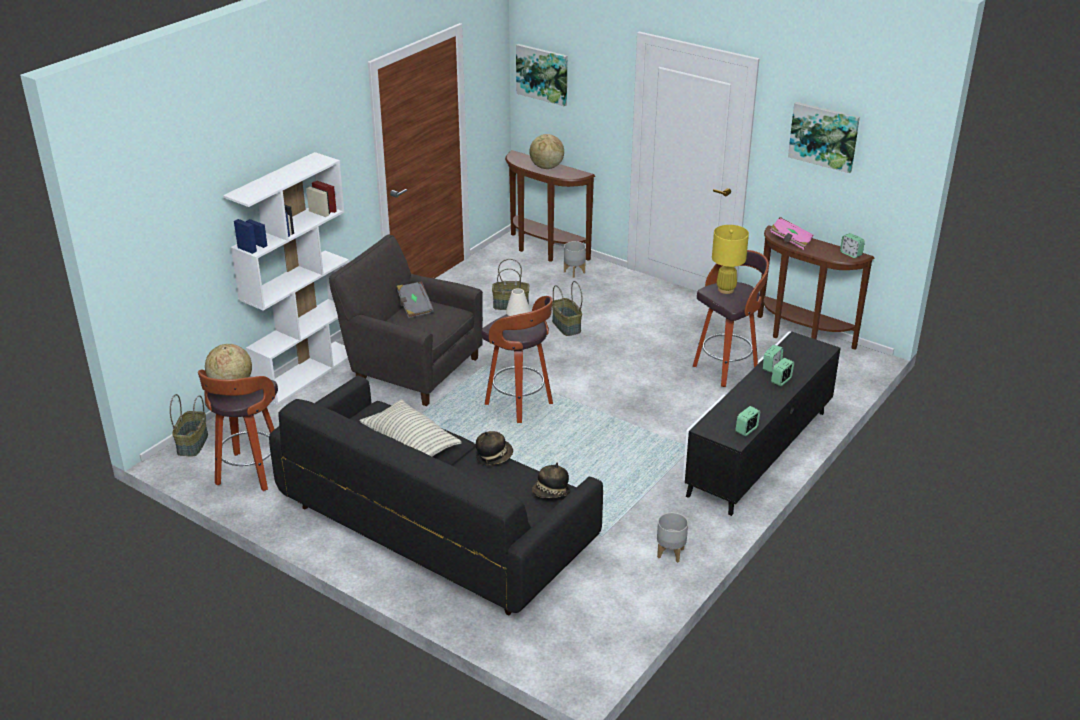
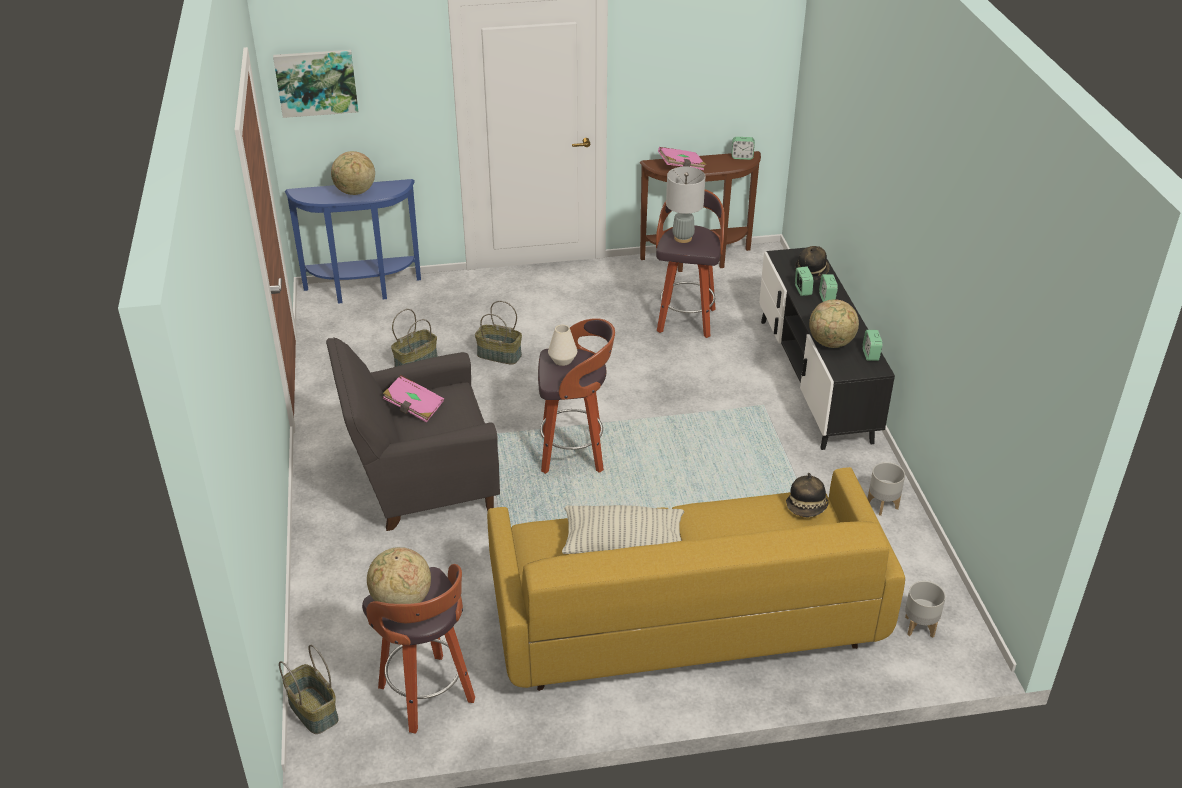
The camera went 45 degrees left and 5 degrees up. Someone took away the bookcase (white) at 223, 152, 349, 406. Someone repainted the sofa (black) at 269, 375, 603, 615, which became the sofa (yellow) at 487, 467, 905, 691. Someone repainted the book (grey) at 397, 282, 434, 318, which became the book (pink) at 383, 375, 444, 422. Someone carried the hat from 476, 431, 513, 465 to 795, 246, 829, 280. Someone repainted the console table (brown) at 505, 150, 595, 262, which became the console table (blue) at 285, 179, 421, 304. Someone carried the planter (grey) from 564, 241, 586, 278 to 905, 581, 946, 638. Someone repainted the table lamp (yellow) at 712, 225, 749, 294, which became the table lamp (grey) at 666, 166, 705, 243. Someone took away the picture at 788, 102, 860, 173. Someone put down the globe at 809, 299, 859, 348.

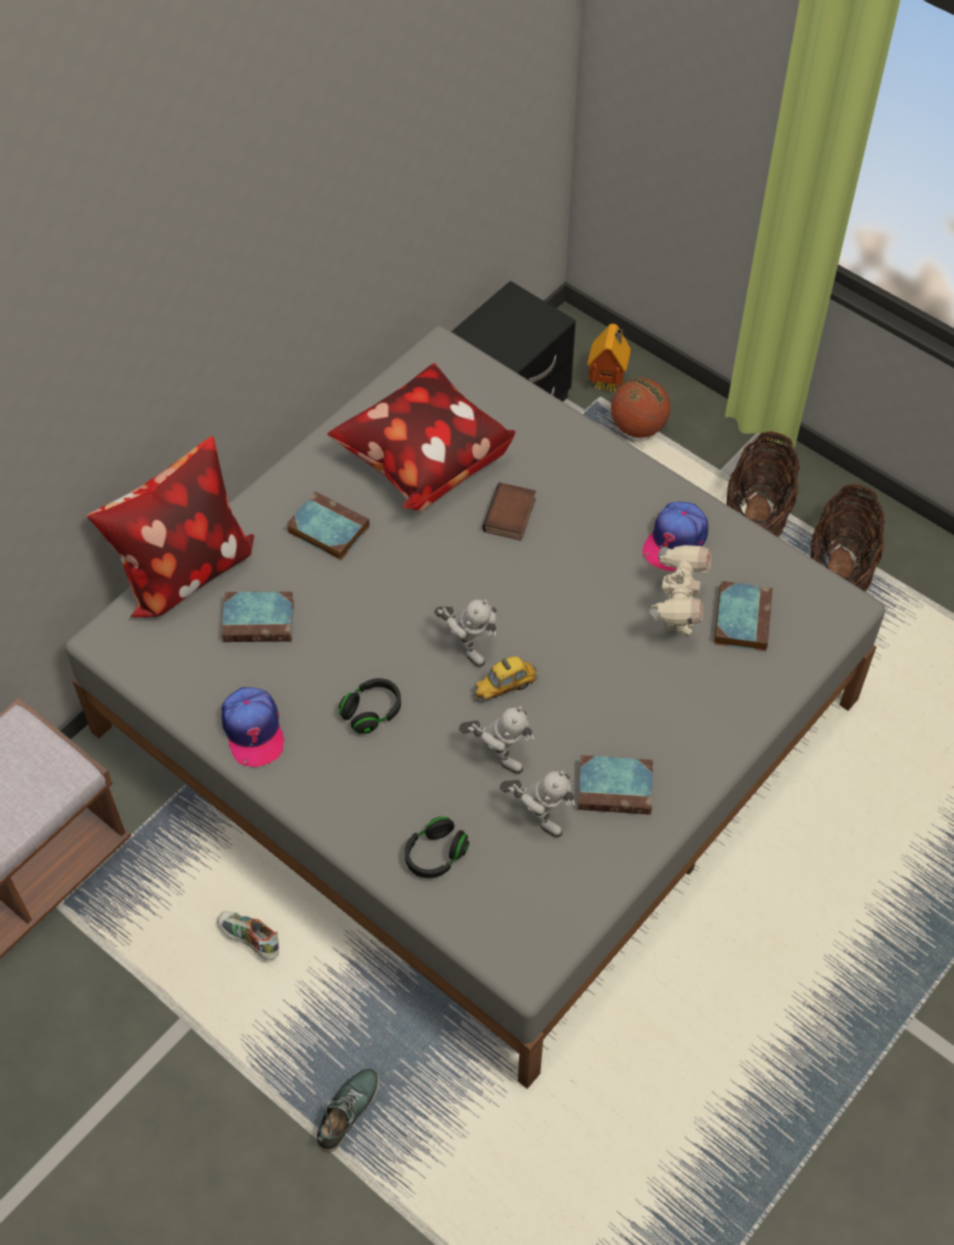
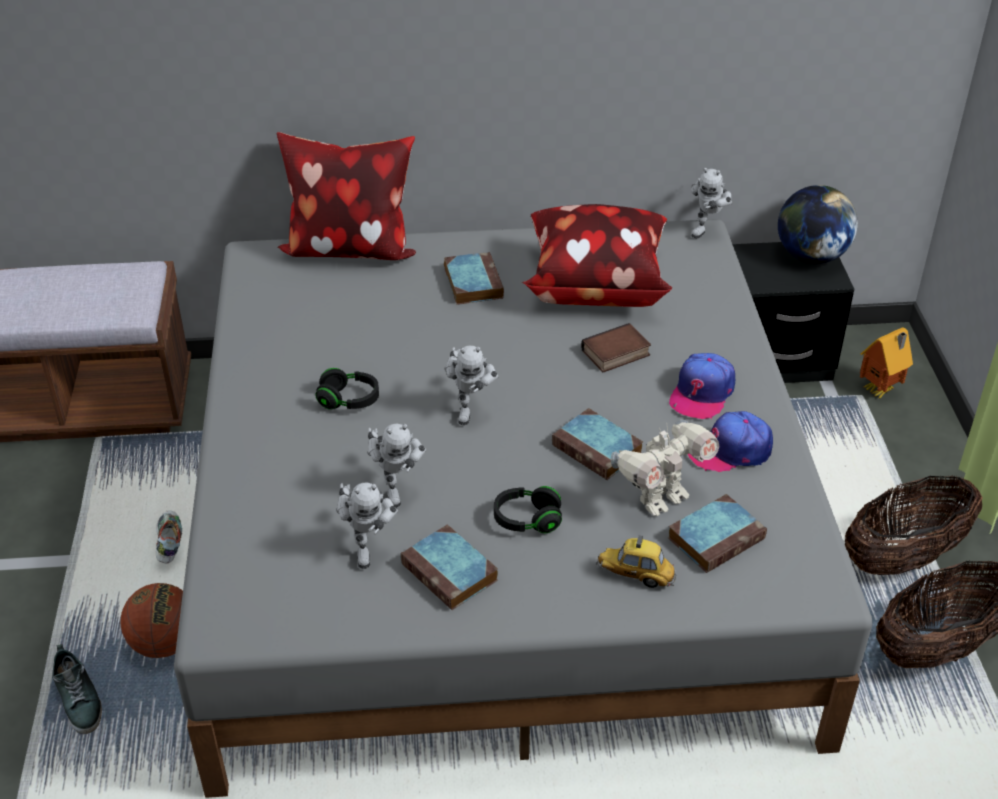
The camera went 45 degrees right and 15 degrees down. Someone carried the book from 222, 591, 294, 642 to 552, 408, 643, 480. Someone carried the cap from 222, 687, 284, 767 to 669, 353, 735, 419. Someone rotated the shoe at 317, 1069, 380, 1152 by 75 degrees clockwise. Someone carried the headphones (black) from 405, 817, 469, 878 to 494, 486, 562, 533. Someone carried the toy car from 473, 656, 539, 701 to 596, 535, 676, 588. Someone carried the basketball from 611, 378, 670, 438 to 120, 583, 183, 658. Someone put down the toy robot at 691, 168, 732, 238. Someone put down the globe at 778, 185, 858, 264.

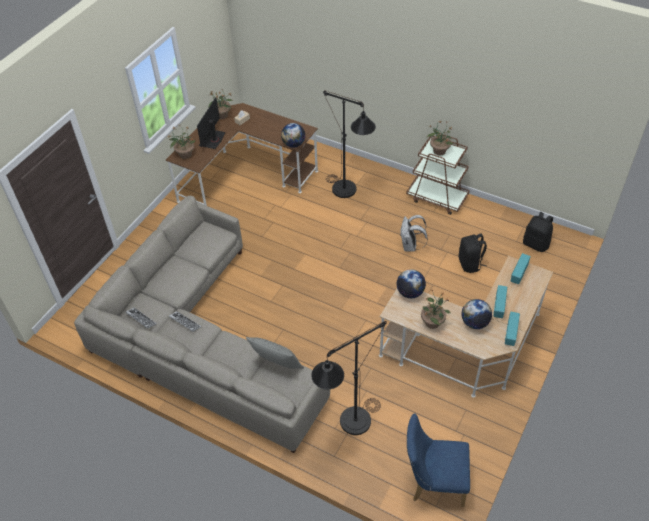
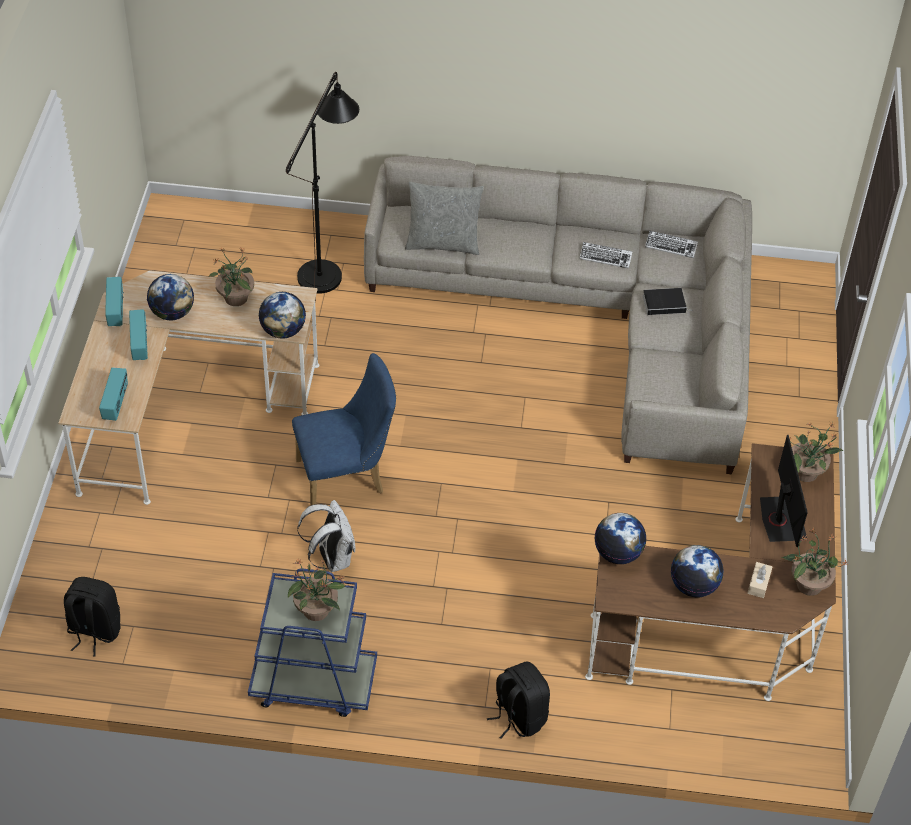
The camera went 155 degrees right and 0 degrees up. Someone took away the floor lamp (black) at 323, 90, 376, 198. Someone repainted the cart (brown) at 406, 135, 470, 215, which became the cart (blue) at 248, 568, 377, 717. Someone carried the chair (blue) from 407, 413, 470, 507 to 292, 353, 396, 506. Someone carried the backpack (black) from 459, 234, 487, 273 to 487, 661, 550, 739. Someone put down the book at 643, 288, 690, 315. Someone put down the globe at 671, 545, 724, 597.

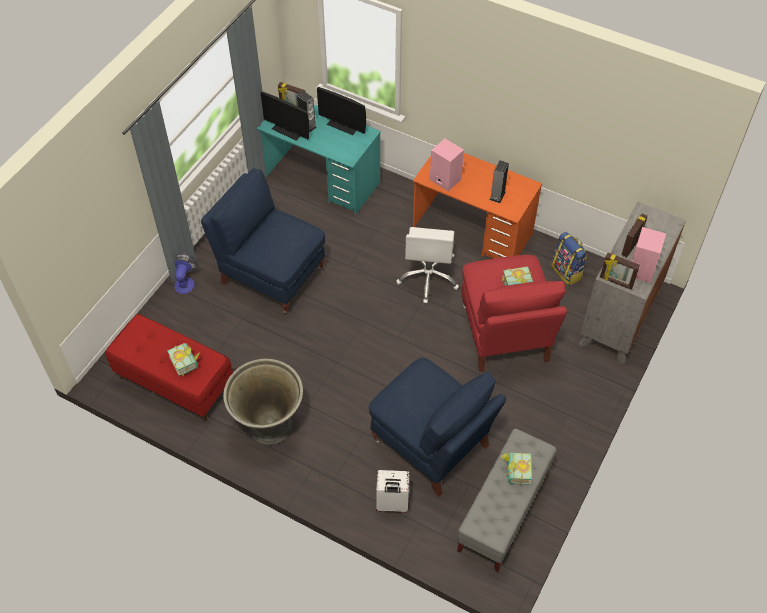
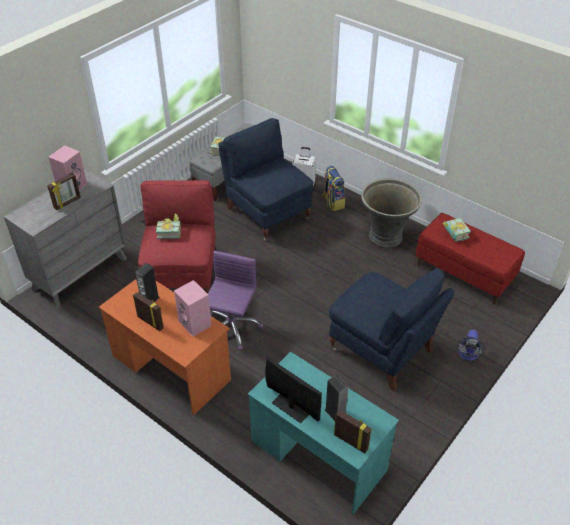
The camera went 170 degrees left and 10 degrees down. Someone took away the monitor at 261, 91, 309, 141. Someone repainted the office chair (white) at 396, 227, 459, 303, which became the office chair (purple) at 208, 251, 263, 350. Someone carried the backpack from 551, 232, 587, 286 to 322, 166, 345, 211. Someone carried the picture frame from 600, 253, 640, 289 to 133, 292, 164, 331.

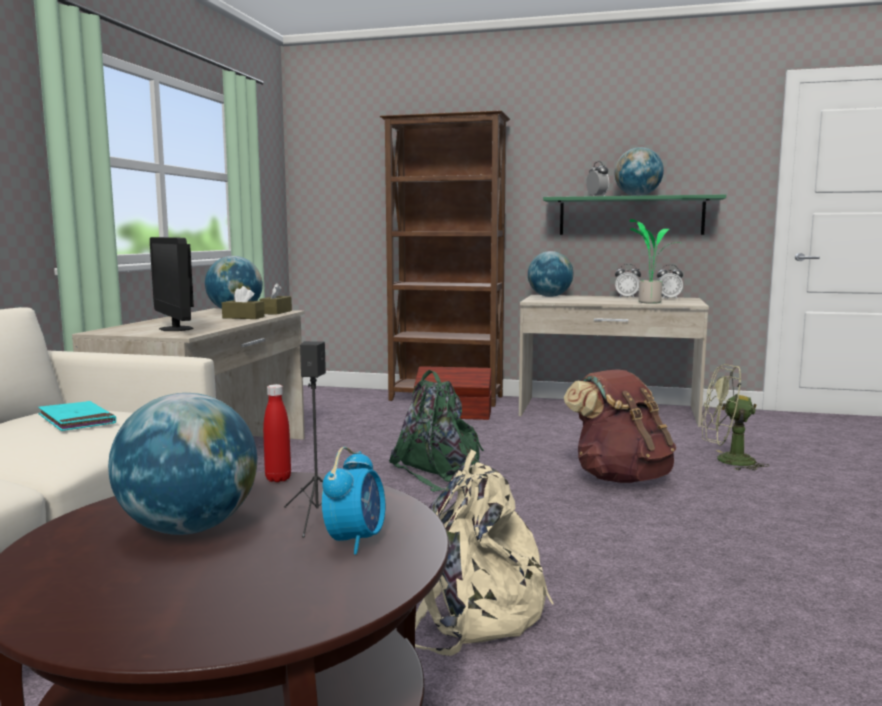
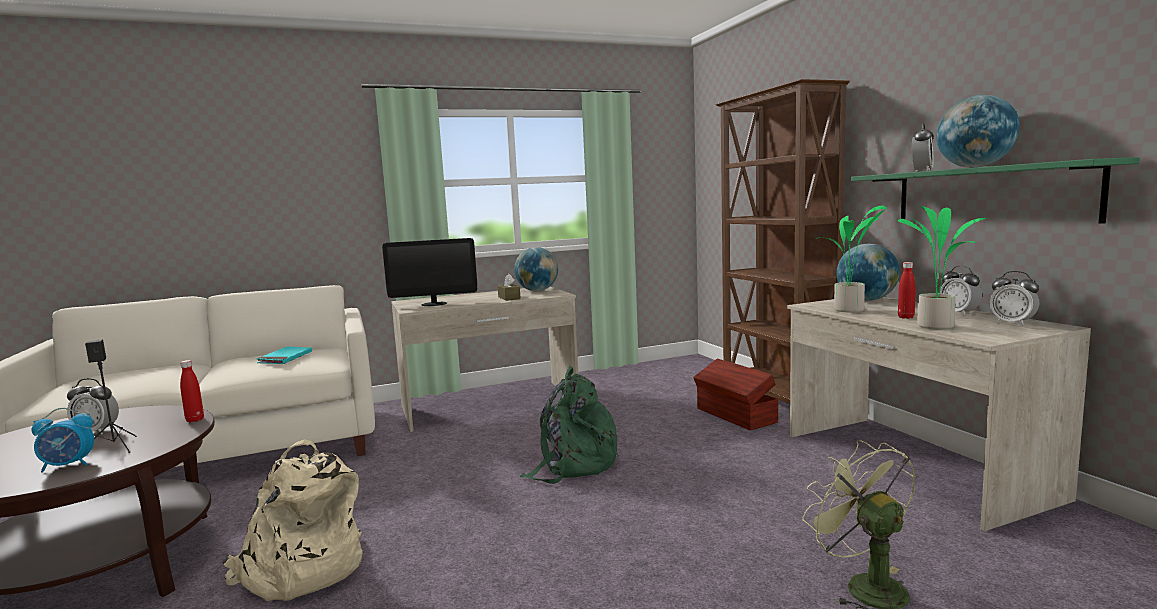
The camera went 55 degrees right and 0 degrees up. Someone swapped the globe at 108, 393, 257, 535 for the alarm clock at 67, 378, 119, 434. Someone rotated the monitor at 150, 237, 194, 331 by 120 degrees counterclockwise. Someone took away the tissue box (brown) at 259, 283, 292, 315. Someone took away the backpack (brown) at 564, 369, 676, 483. Someone put down the potted plant at 816, 206, 887, 313. Someone put down the bottle (red) at 898, 262, 915, 319.

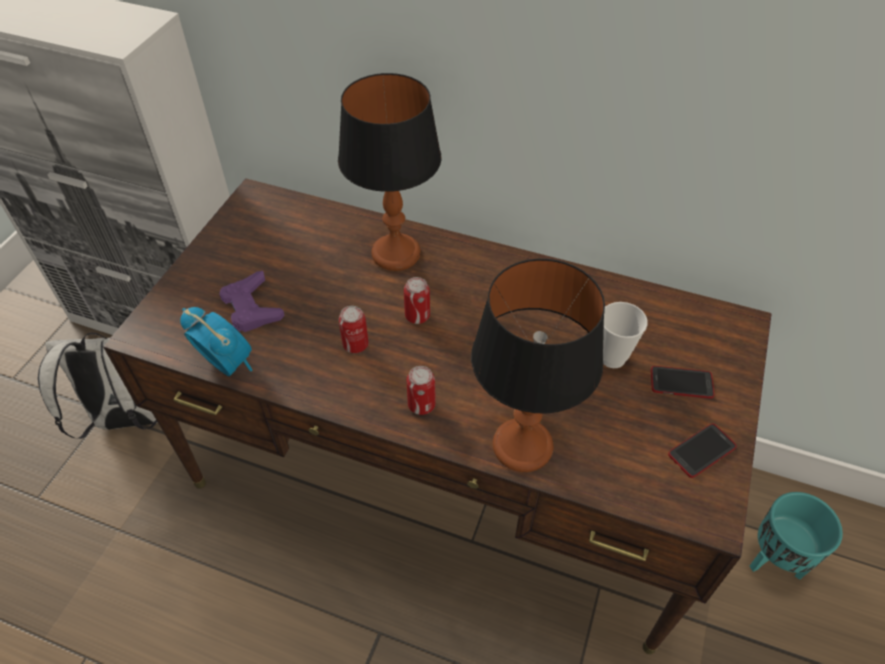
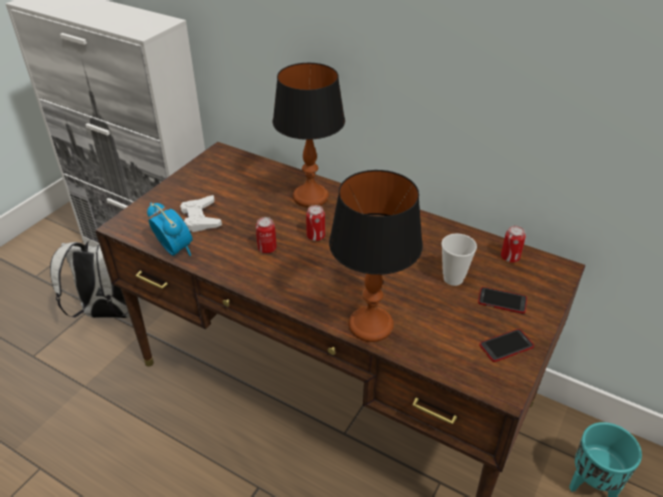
The camera went 10 degrees right and 10 degrees down. Someone repainted the game controller (purple) at 219, 271, 285, 332, which became the game controller (white) at 180, 195, 222, 232. Someone carried the can from 407, 366, 436, 415 to 501, 226, 526, 262.

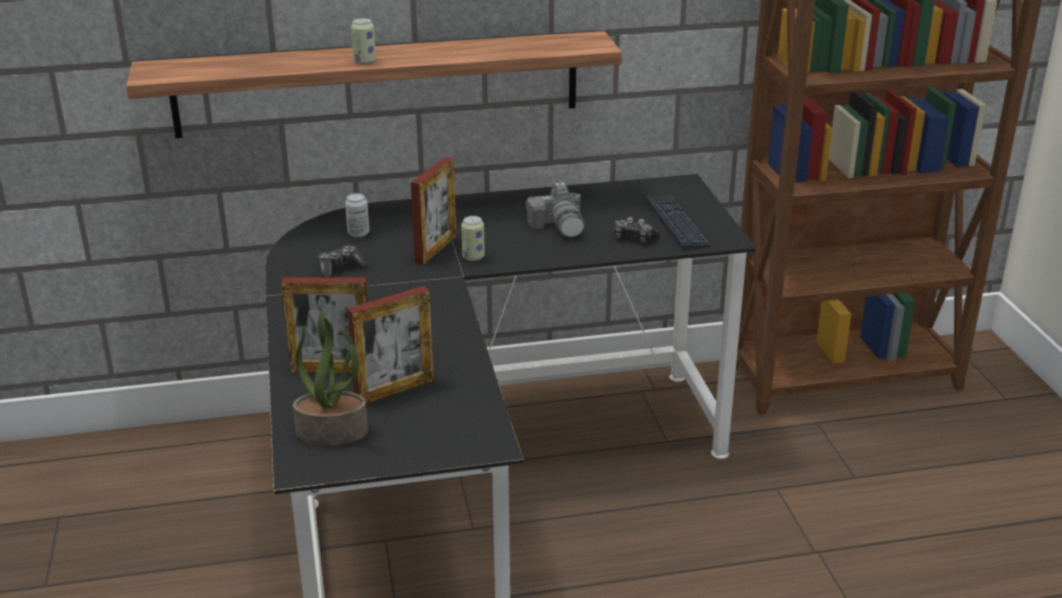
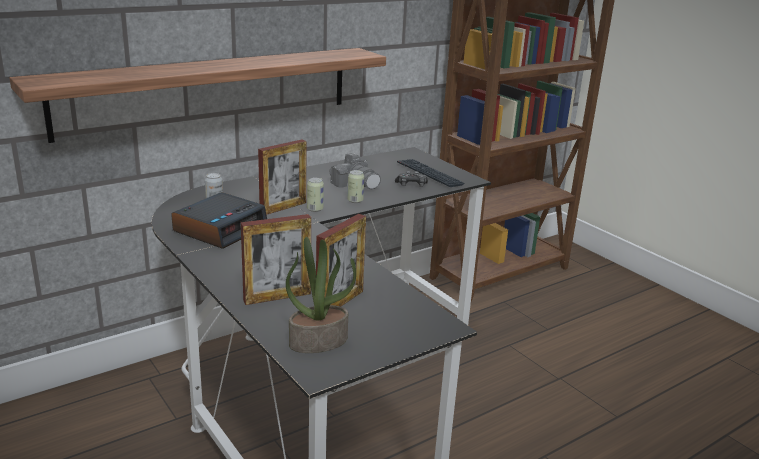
The camera went 25 degrees left and 5 degrees down. Someone swapped the game controller at 317, 245, 367, 277 for the alarm clock at 171, 192, 267, 249. Someone carried the can from 351, 18, 376, 65 to 348, 170, 364, 203. Someone rotated the picture frame at 411, 157, 457, 265 by 45 degrees clockwise.

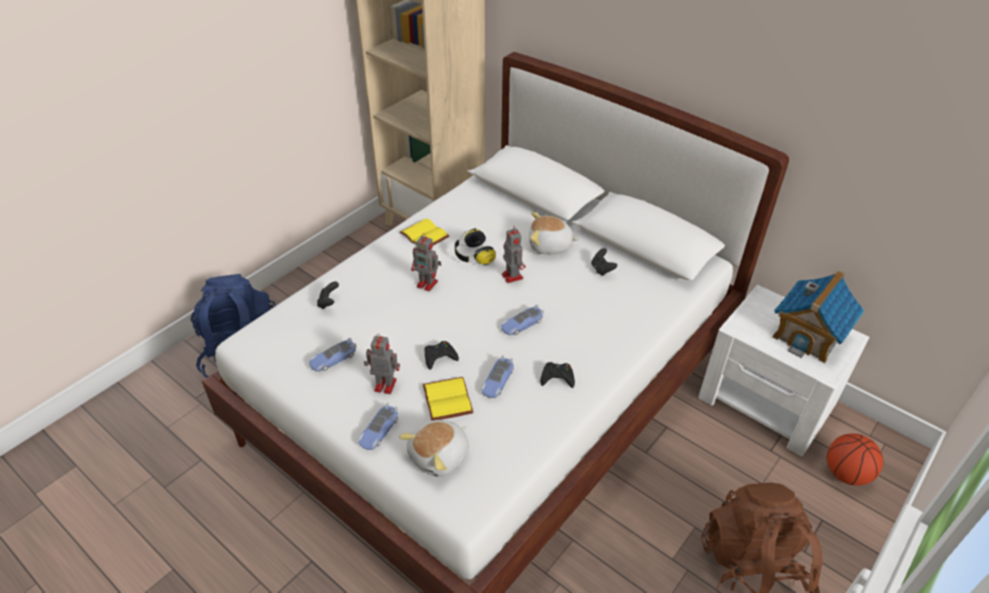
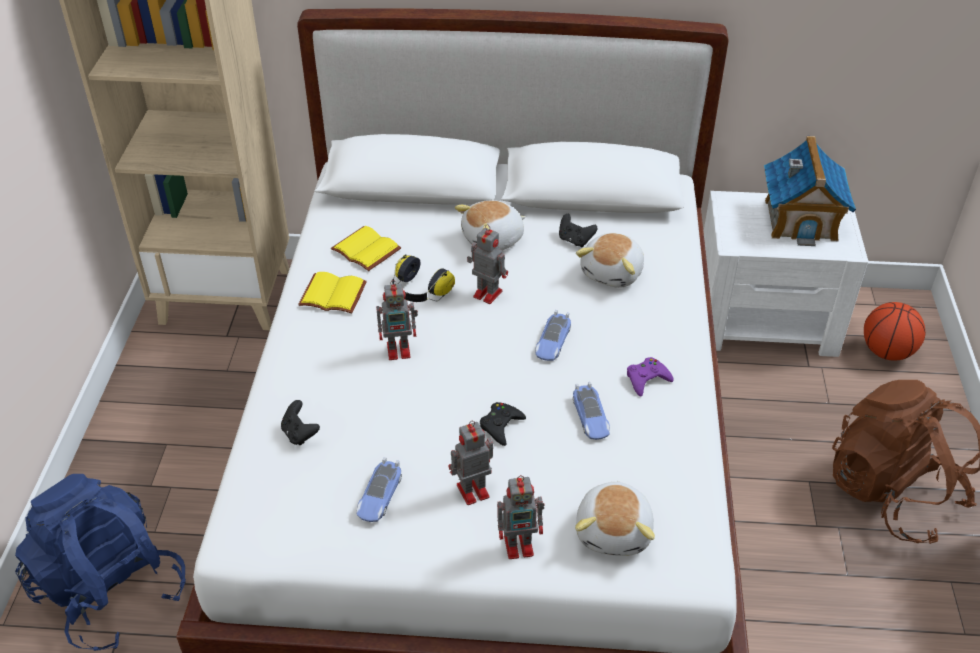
The camera went 35 degrees left and 0 degrees up. Someone swapped the toy car at 358, 403, 398, 450 for the toy robot at 497, 475, 544, 559. Someone carried the book (yellow) from 423, 377, 474, 421 to 331, 226, 401, 271. Someone repainted the game controller (black) at 540, 362, 575, 388, which became the game controller (purple) at 627, 357, 674, 397. Someone put down the plush toy at 576, 233, 644, 288.

